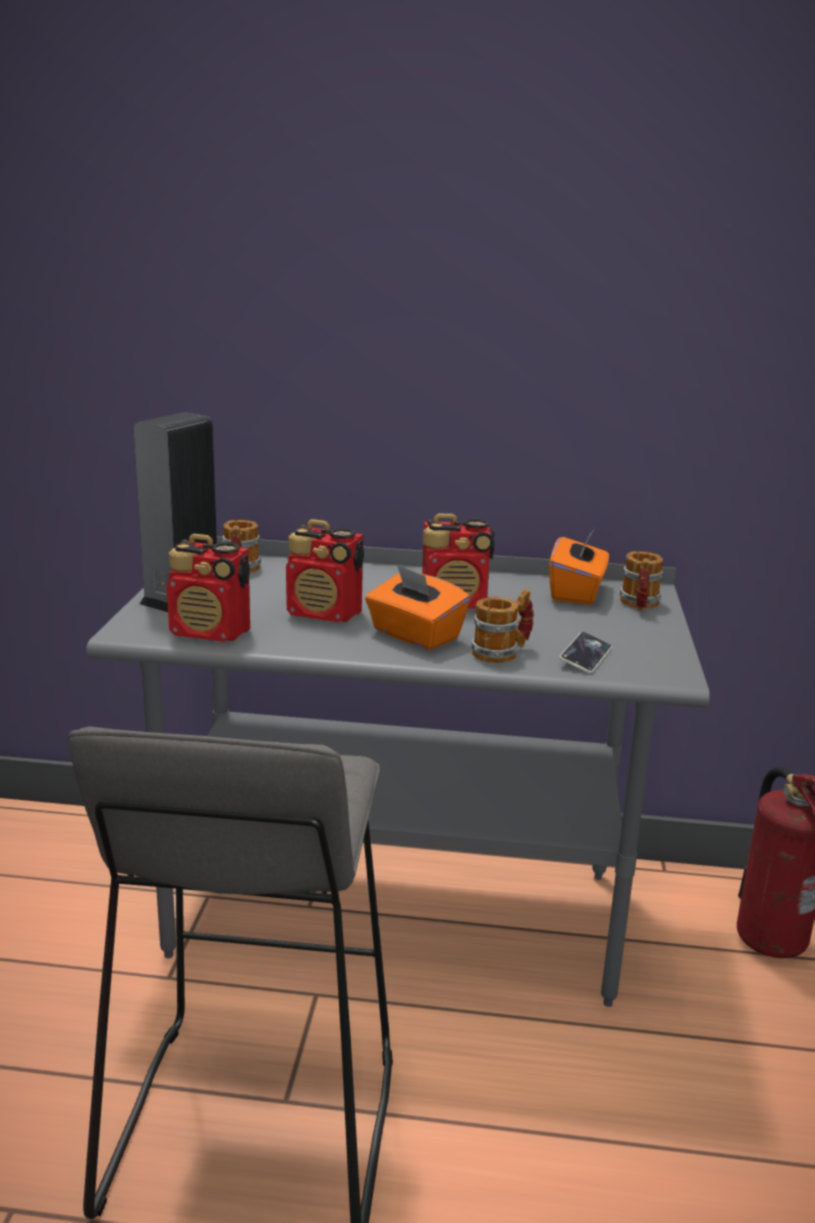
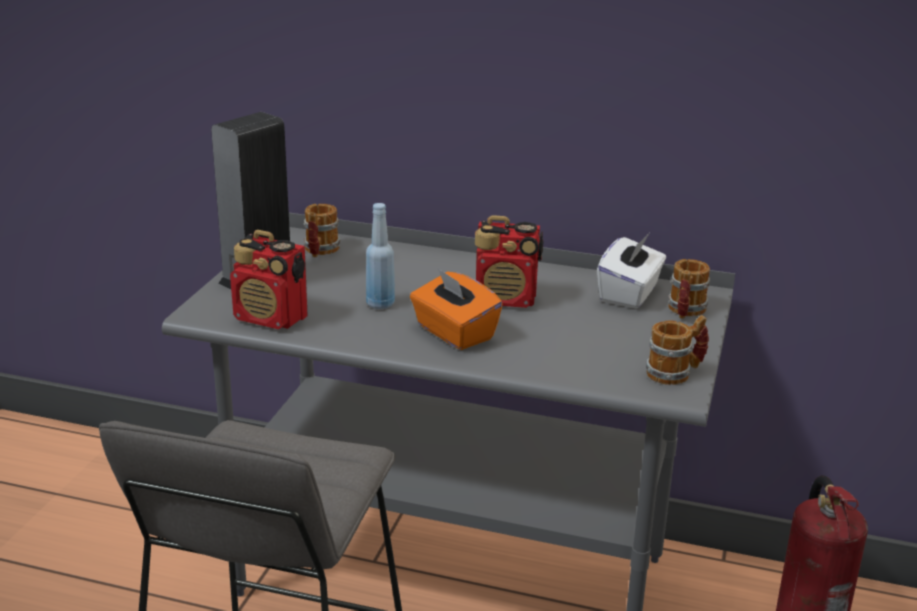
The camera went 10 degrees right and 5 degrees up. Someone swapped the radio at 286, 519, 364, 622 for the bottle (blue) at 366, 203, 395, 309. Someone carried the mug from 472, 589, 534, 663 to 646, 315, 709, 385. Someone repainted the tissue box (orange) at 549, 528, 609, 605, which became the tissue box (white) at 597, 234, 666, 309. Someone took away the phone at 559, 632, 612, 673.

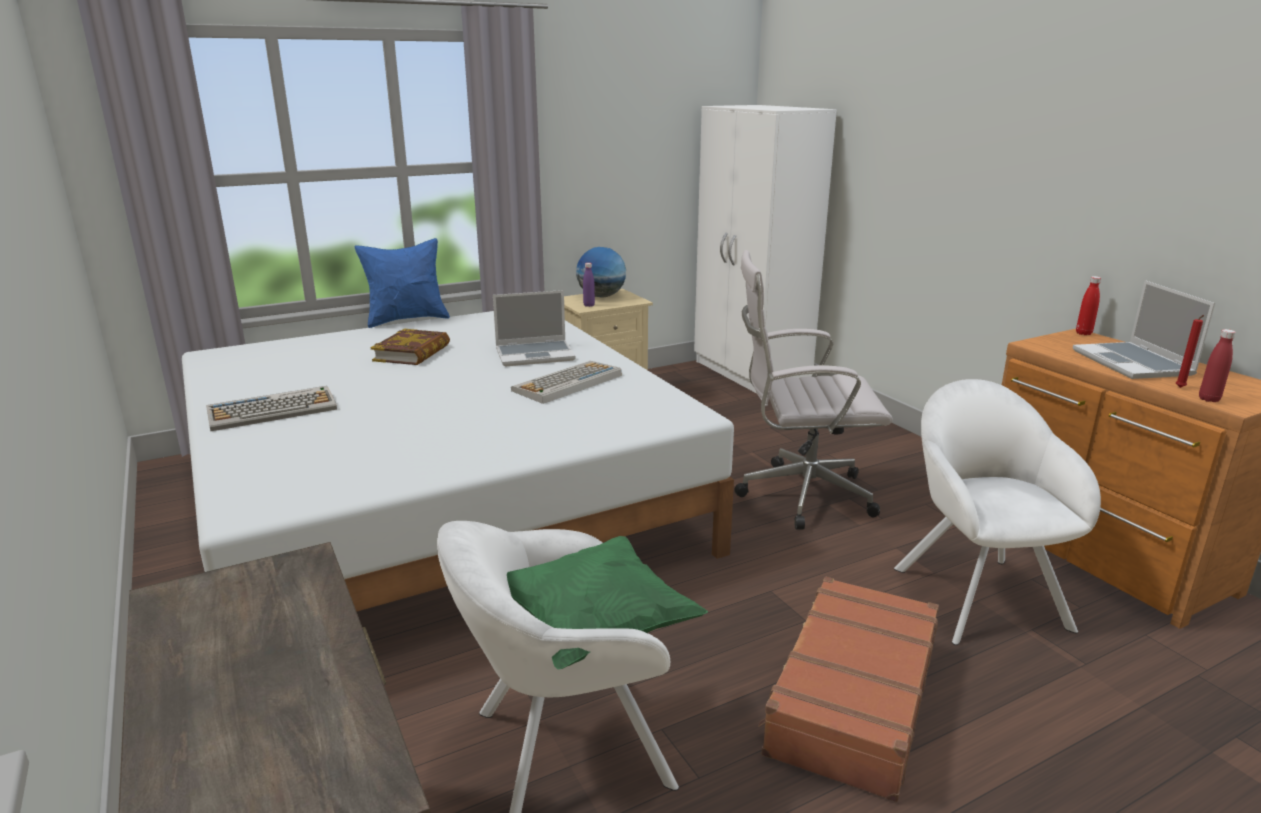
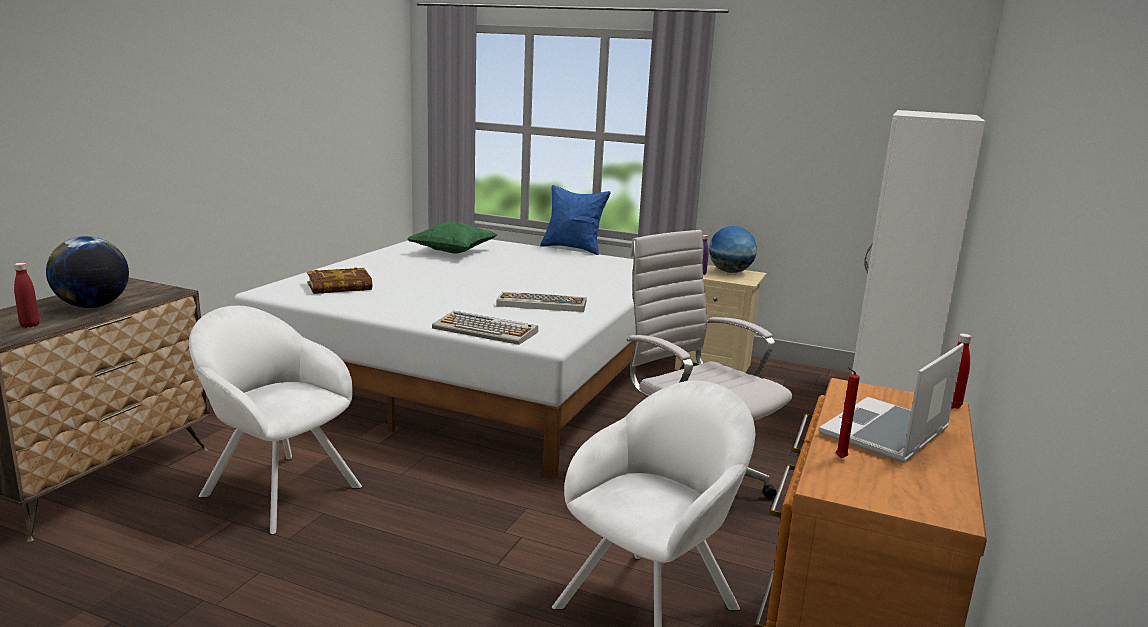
The camera went 50 degrees right and 5 degrees down. Someone carried the keyboard from 206, 386, 337, 431 to 432, 311, 538, 345. Someone carried the book from 371, 329, 450, 365 to 307, 268, 372, 294. Someone took away the laptop at 493, 290, 576, 367. Someone carried the pillow (green) from 507, 536, 708, 670 to 407, 222, 497, 254. Someone took away the suitcase (brown) at 758, 577, 939, 802. Someone carried the bottle (red) from 1199, 329, 1236, 402 to 14, 263, 39, 328. Someone put down the globe at 46, 236, 129, 308.

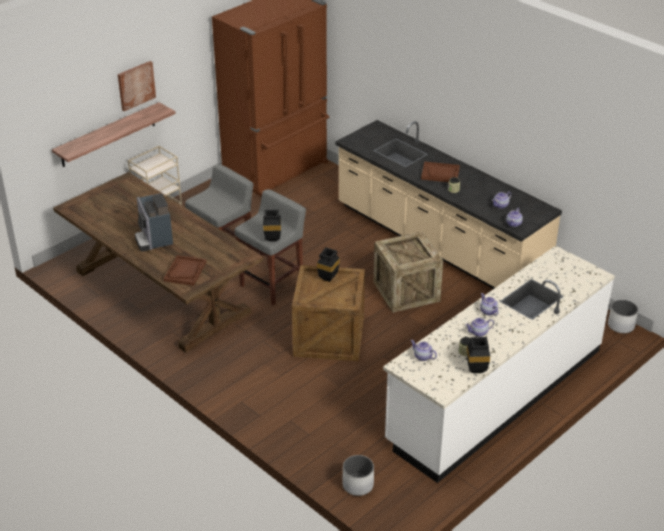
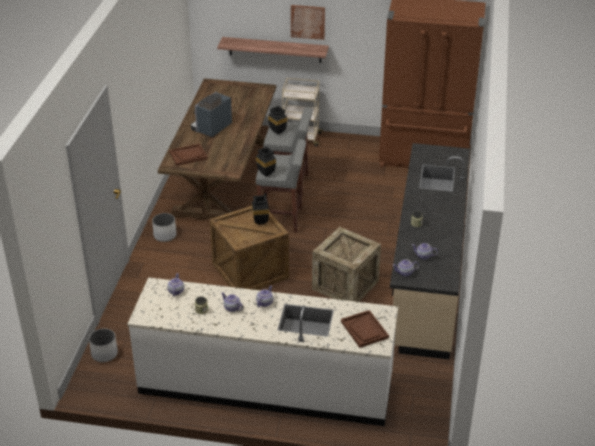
The camera went 55 degrees right and 0 degrees up. Someone carried the tray (brown) from 421, 162, 460, 182 to 341, 310, 389, 348. Someone carried the vase (black) from 467, 337, 490, 373 to 268, 106, 287, 134. Someone carried the planter (white) from 608, 300, 638, 333 to 152, 213, 177, 242.

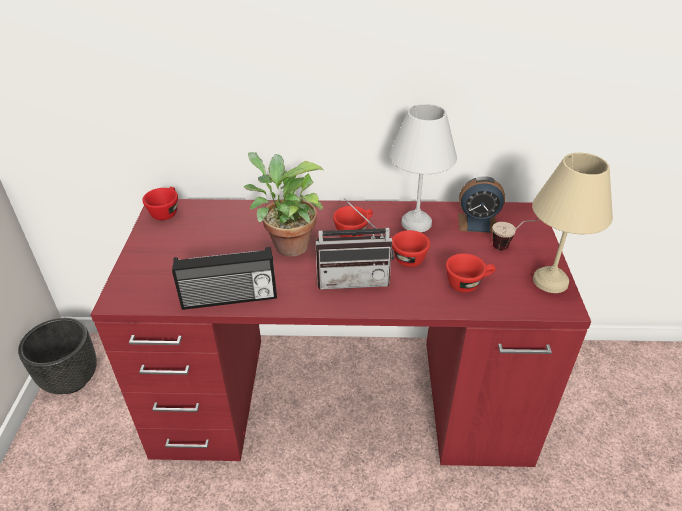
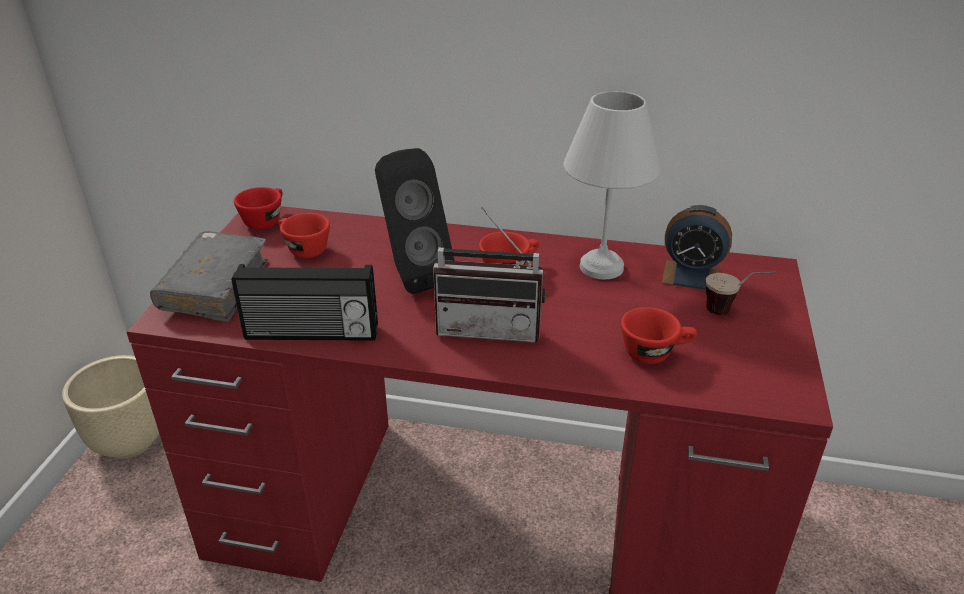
The camera went 10 degrees right and 5 degrees down. Someone repainted the planter (black) at 18, 318, 97, 394, which became the planter (beige) at 62, 355, 159, 459. Someone swapped the potted plant at 244, 152, 323, 256 for the speaker (black) at 375, 148, 455, 294. Someone carried the cup (red) from 390, 230, 430, 267 to 278, 213, 330, 258. Someone took away the table lamp (beige) at 532, 152, 613, 293. Someone put down the book (grey) at 150, 231, 268, 322.

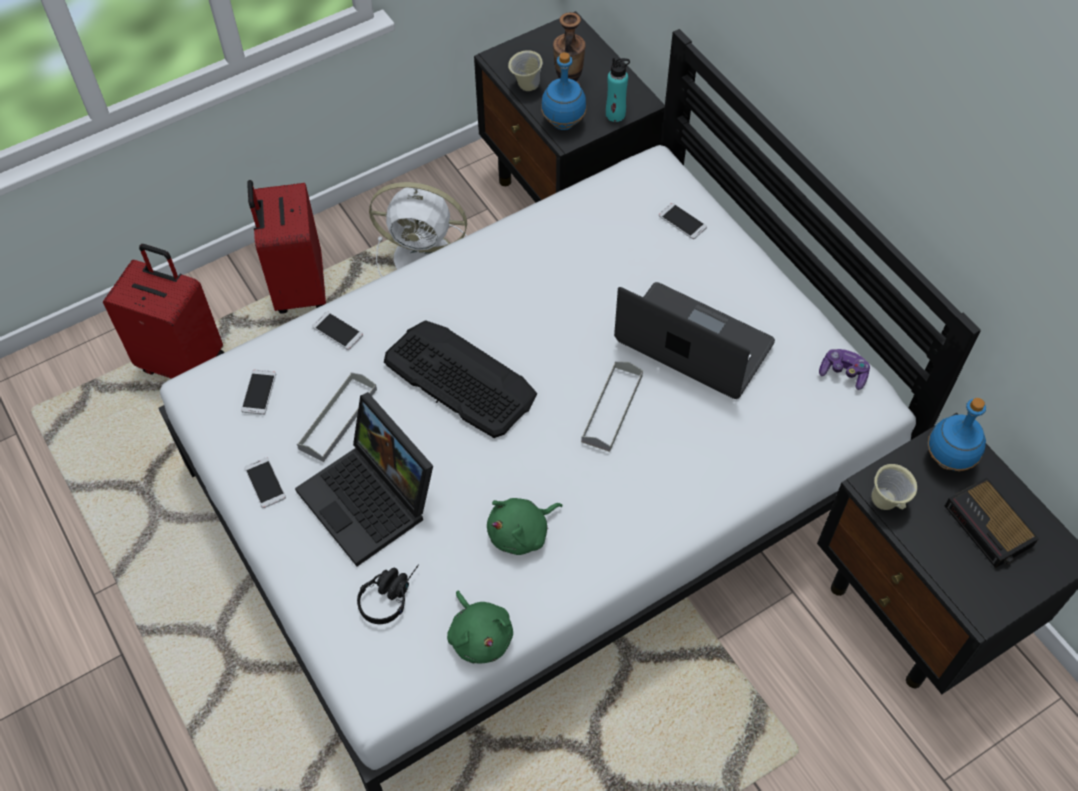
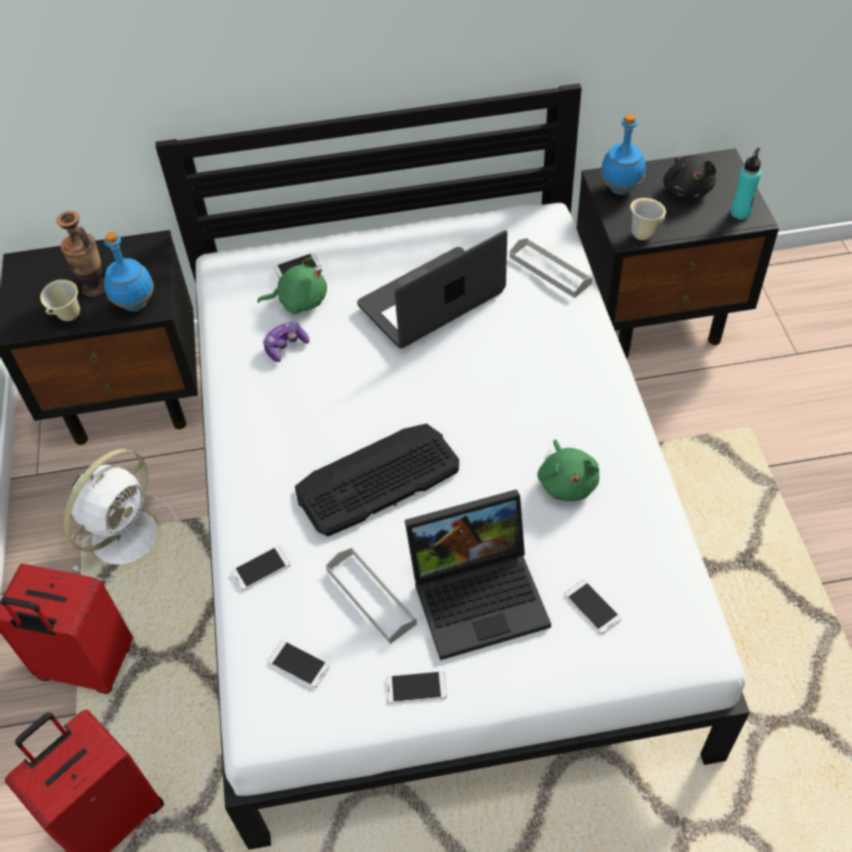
The camera went 65 degrees left and 5 degrees down. Someone swapped the headphones (black) at 357, 565, 419, 624 for the phone at 564, 580, 622, 634. Someone carried the plush toy (green) from 447, 590, 513, 663 to 257, 257, 327, 314. Someone carried the tray (grey) from 581, 361, 643, 452 to 509, 238, 593, 298. Someone carried the bottle (turquoise) from 606, 58, 630, 122 to 731, 148, 761, 220. Someone carried the game controller from 819, 349, 870, 390 to 263, 322, 310, 362. Someone swapped the alarm clock at 945, 477, 1039, 568 for the plush toy (black) at 663, 155, 716, 198.

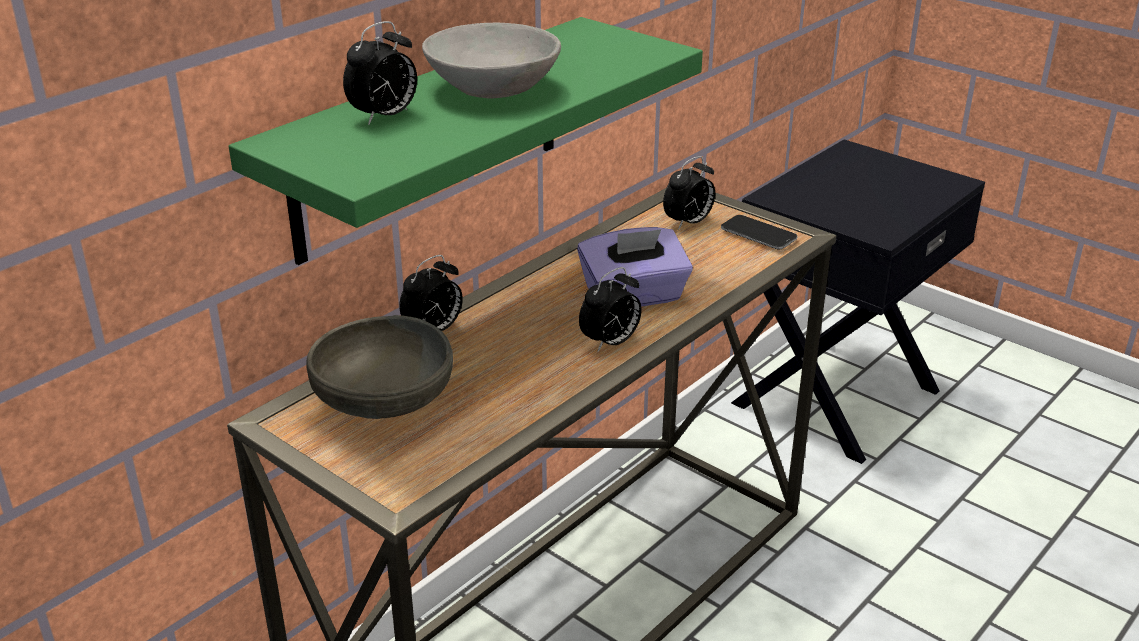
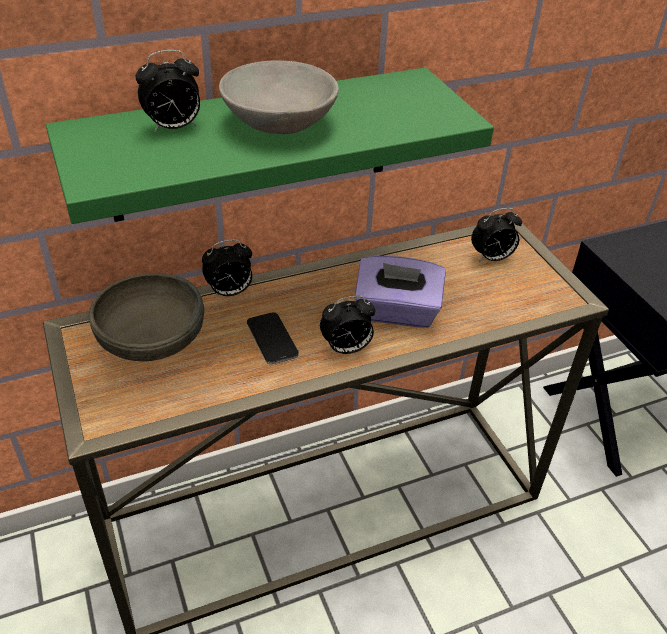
The camera went 25 degrees right and 10 degrees up. Someone carried the phone from 721, 215, 798, 249 to 247, 312, 299, 364.

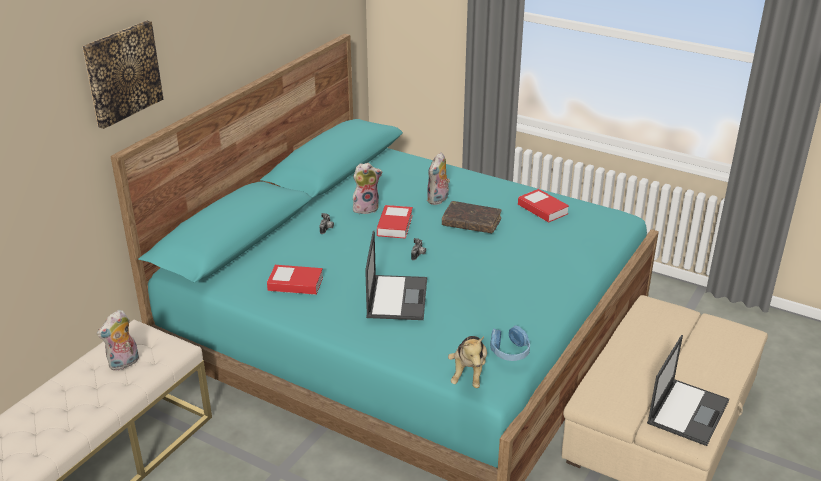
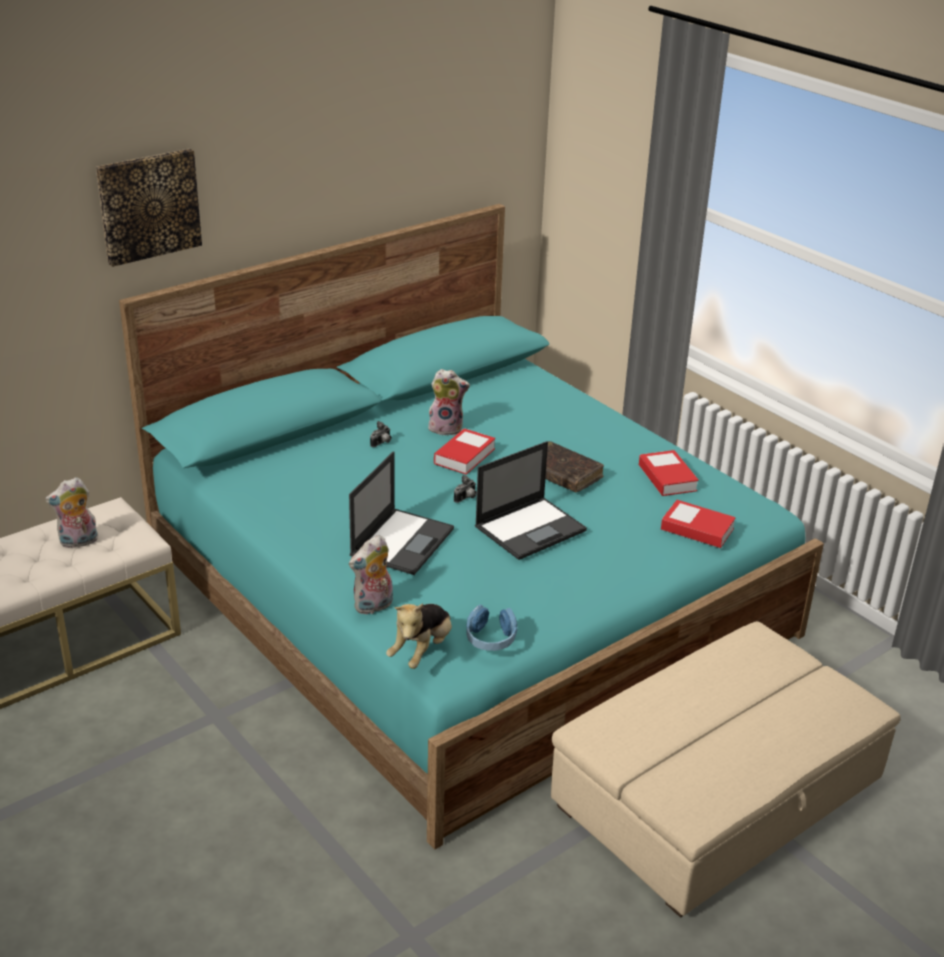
The camera went 20 degrees right and 0 degrees up. Someone carried the book from 267, 265, 323, 295 to 661, 500, 736, 548. Someone carried the plush toy from 427, 152, 450, 205 to 349, 535, 393, 614. Someone carried the laptop from 647, 335, 729, 446 to 475, 441, 587, 560.

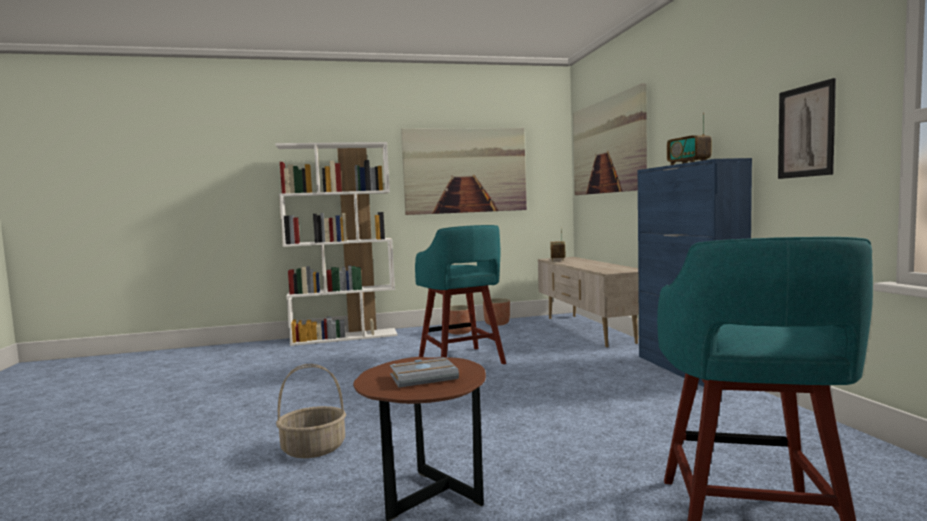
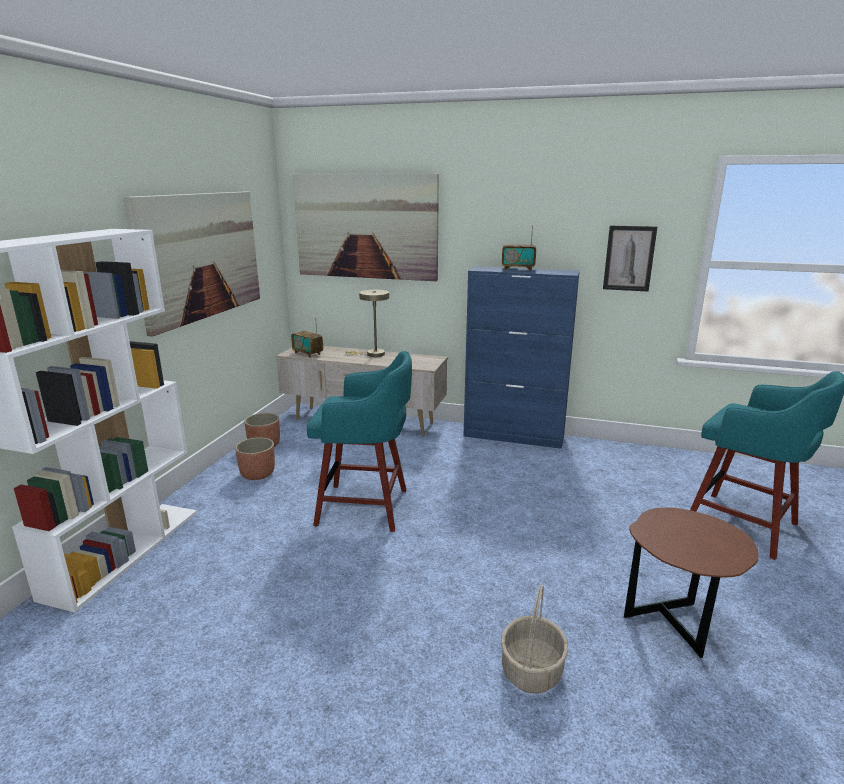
The camera went 60 degrees left and 15 degrees up. Someone took away the book (grey) at 390, 357, 459, 387. Someone put down the table lamp (beige) at 345, 290, 389, 357.

